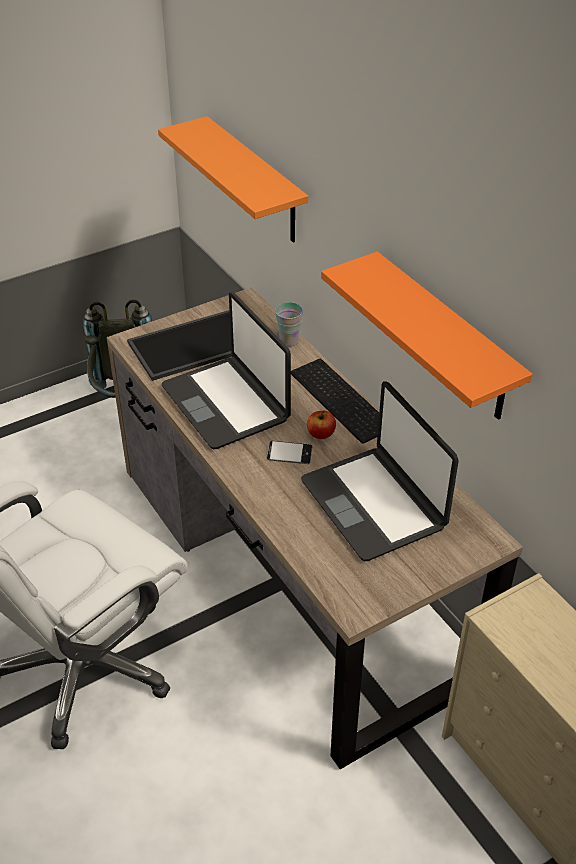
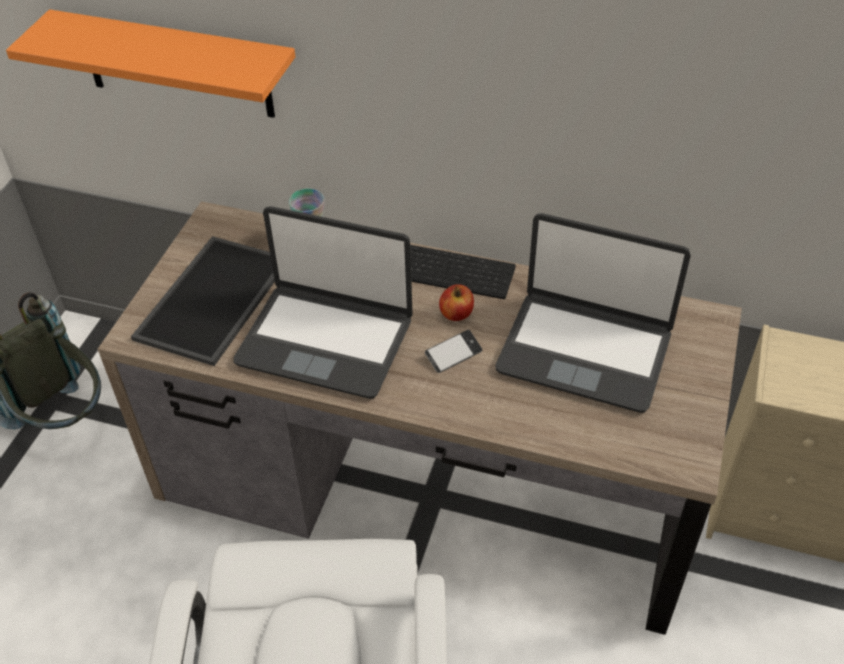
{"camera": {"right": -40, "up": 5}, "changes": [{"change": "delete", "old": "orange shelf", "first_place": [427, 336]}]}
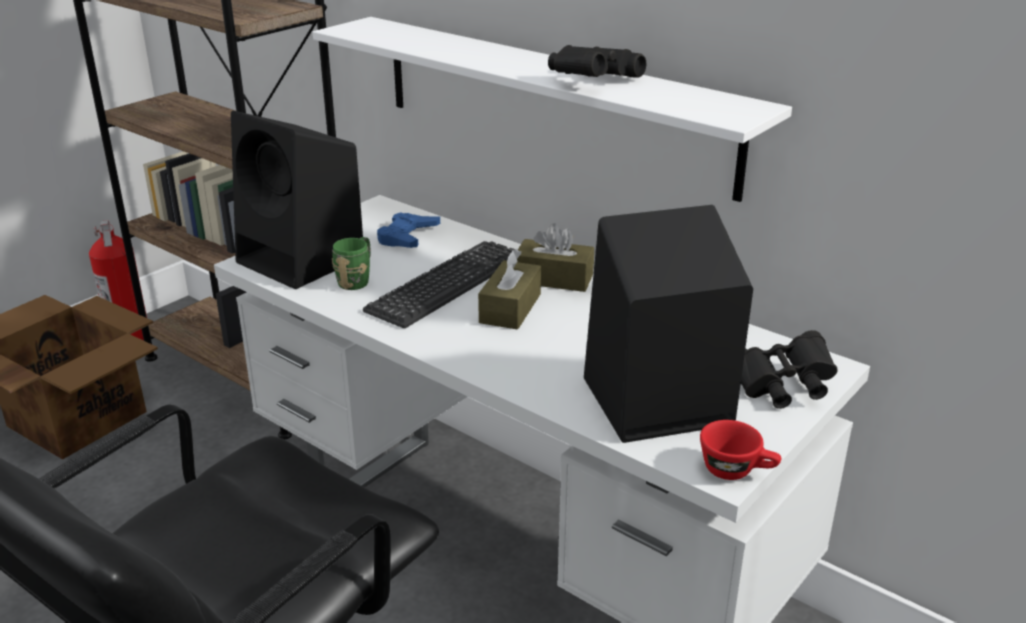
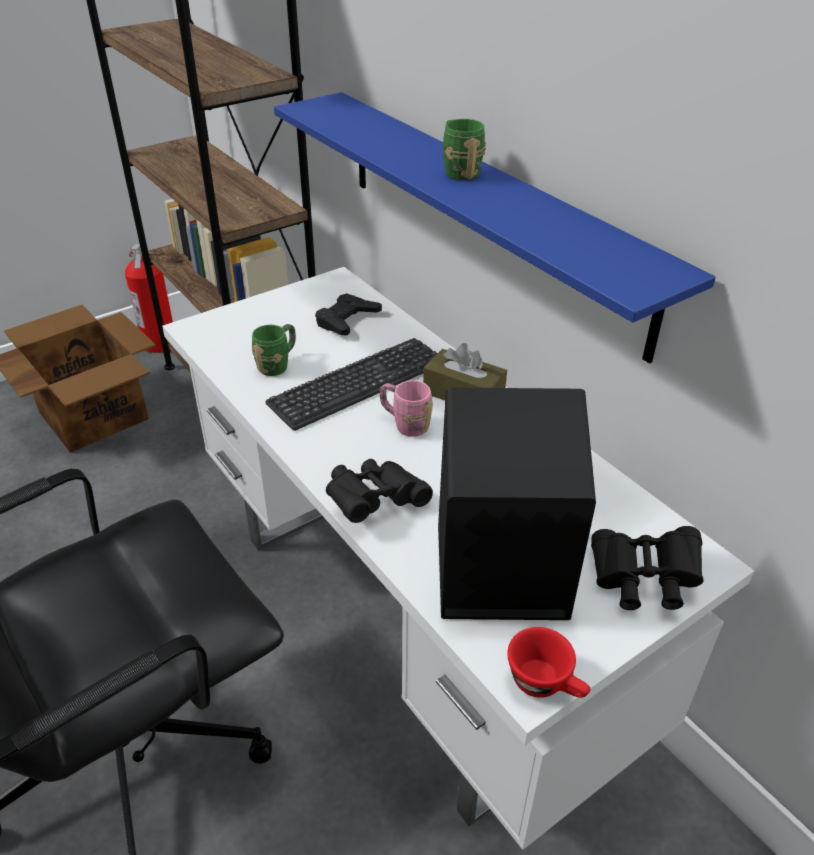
{"camera": {"right": 15, "up": 10}, "changes": [{"change": "recolor", "old": "white shelf", "new": "blue shelf", "first_place": [552, 109], "second_place": [495, 228]}, {"change": "recolor", "old": "blue game controller", "new": "black game controller", "first_place": [408, 230], "second_place": [348, 314]}, {"change": "move", "old": "black binoculars", "first_place": [597, 61], "second_place": [379, 491]}, {"change": "replace", "old": "brown tissue box", "new": "pink mug", "first_place": [509, 289], "second_place": [406, 408]}, {"change": "insert", "new": "green mug", "second_place": [464, 149]}, {"change": "delete", "old": "black speaker", "first_place": [297, 200]}]}
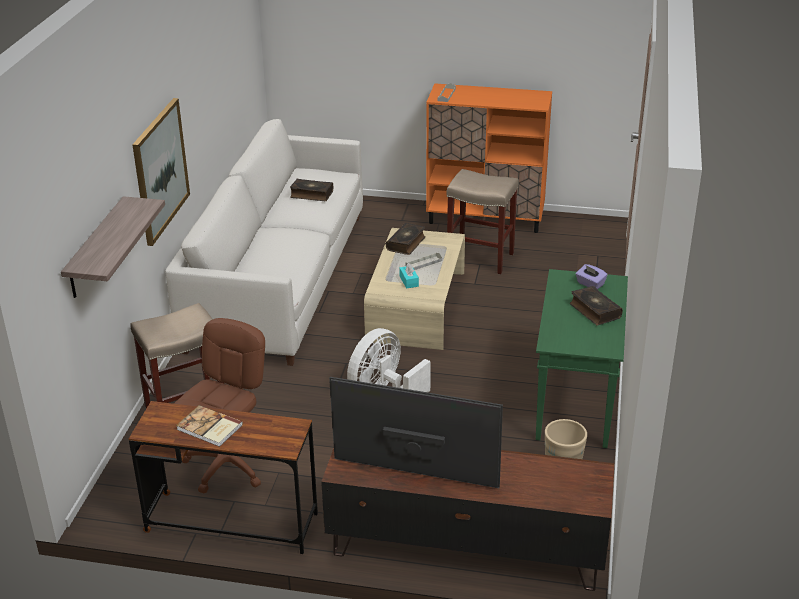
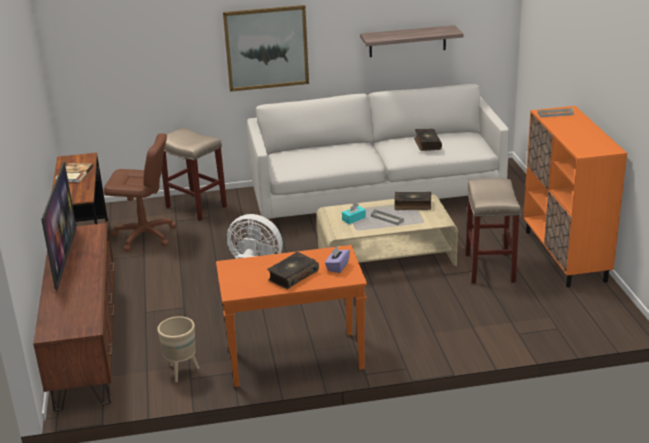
{"camera": {"right": 70, "up": -5}, "changes": [{"change": "recolor", "old": "green console table", "new": "orange console table", "first_place": [582, 358], "second_place": [291, 316]}, {"change": "move", "old": "shelf", "first_place": [113, 247], "second_place": [411, 41]}]}
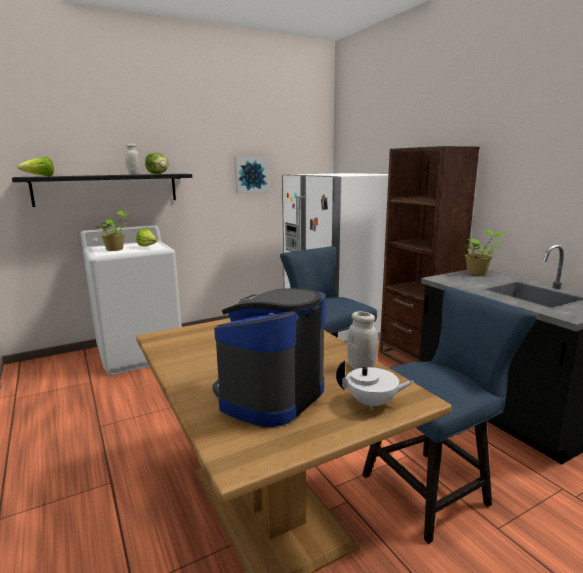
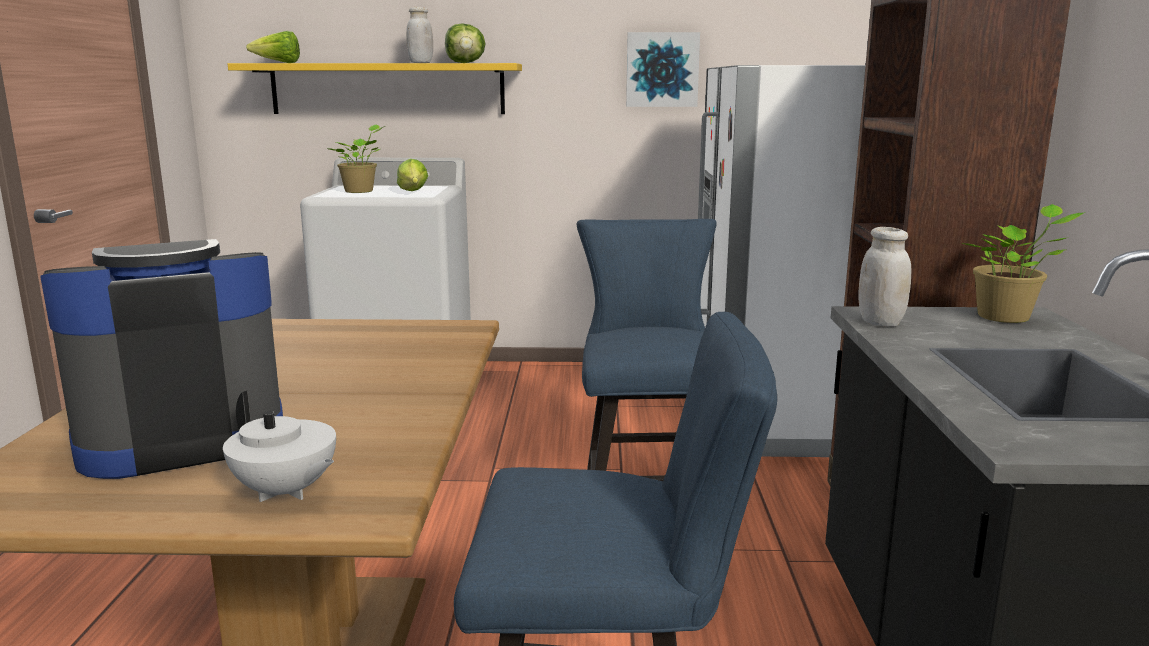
{"camera": {"right": 30, "up": 0}, "changes": [{"change": "recolor", "old": "black shelf", "new": "yellow shelf", "first_place": [102, 190], "second_place": [375, 88]}, {"change": "move", "old": "white jar", "first_place": [362, 340], "second_place": [884, 276]}]}
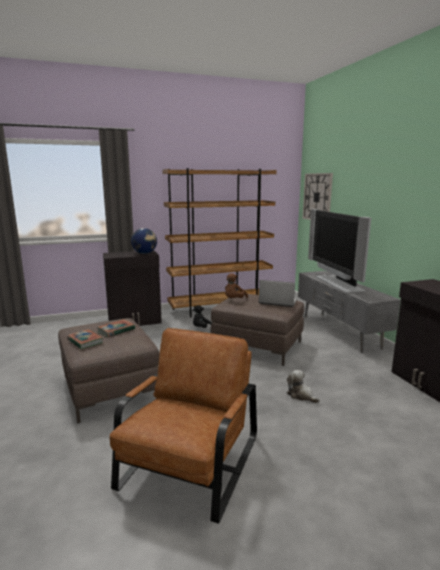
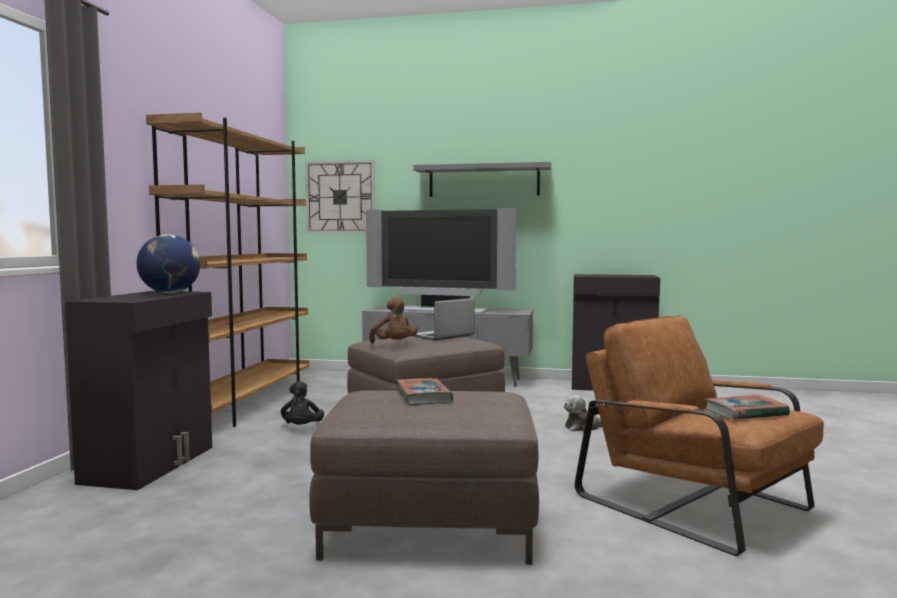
{"camera": {"right": -60, "up": -10}, "changes": [{"change": "insert", "new": "grey shelf", "second_place": [482, 179]}, {"change": "move", "old": "book", "first_place": [85, 339], "second_place": [747, 407]}]}
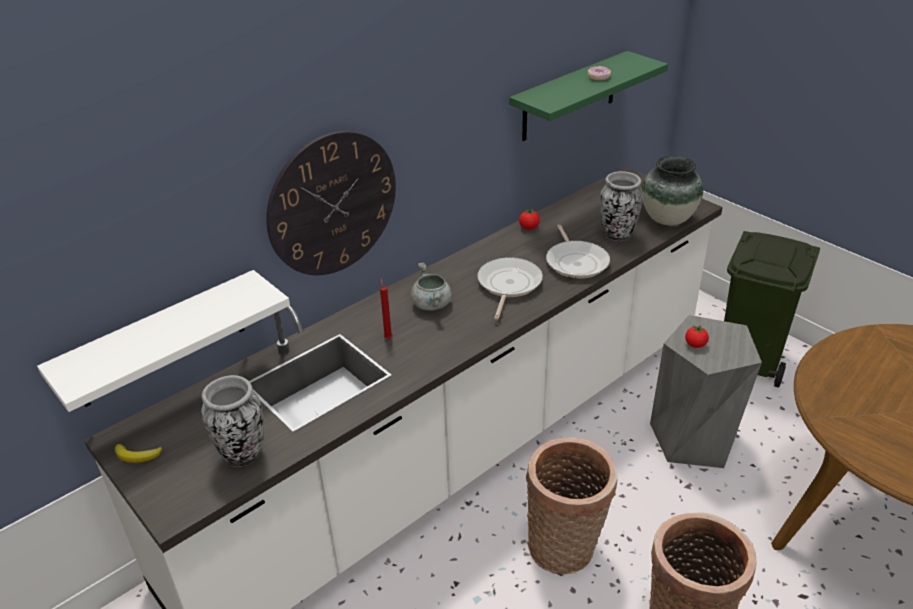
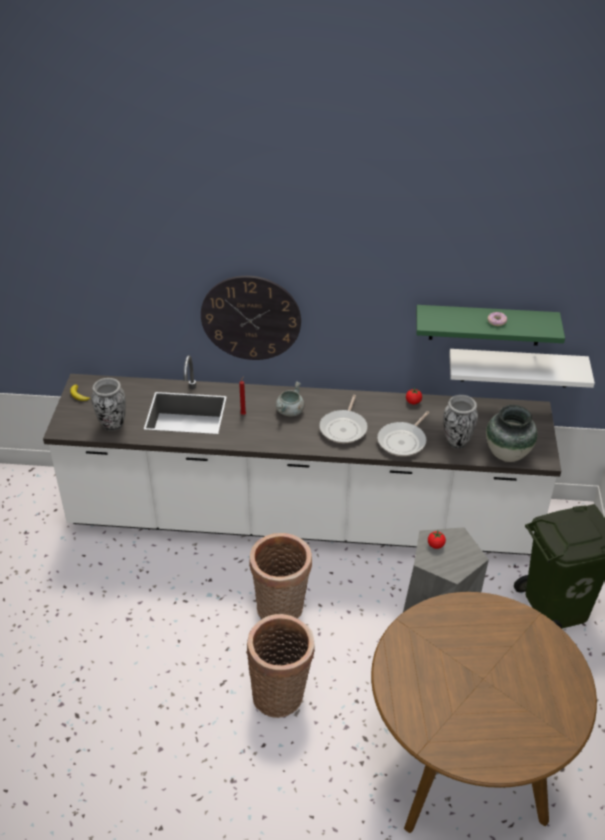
{"camera": {"right": 45, "up": 5}, "changes": [{"change": "rotate", "old": "frying pan", "first_place": [510, 288], "second_place": [343, 419], "degrees": 135}, {"change": "move", "old": "white shelf", "first_place": [163, 341], "second_place": [522, 368]}]}
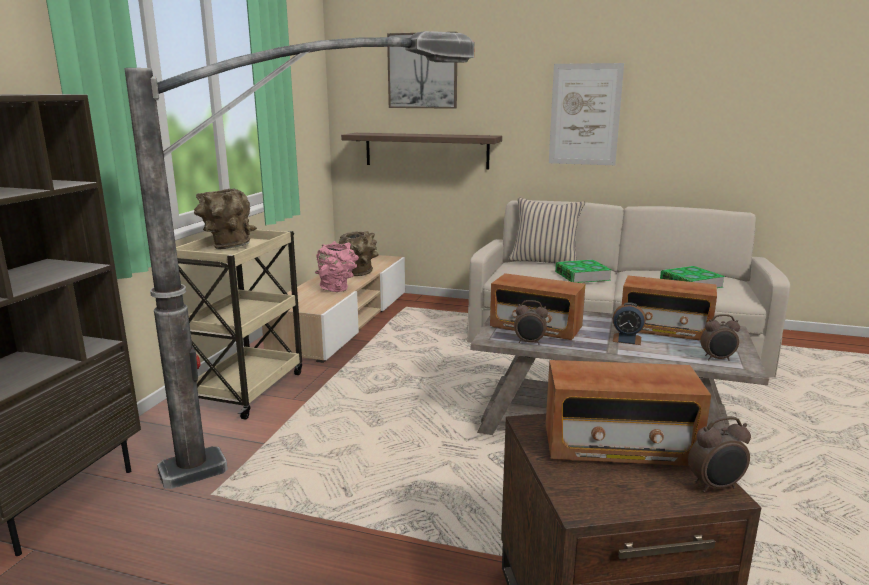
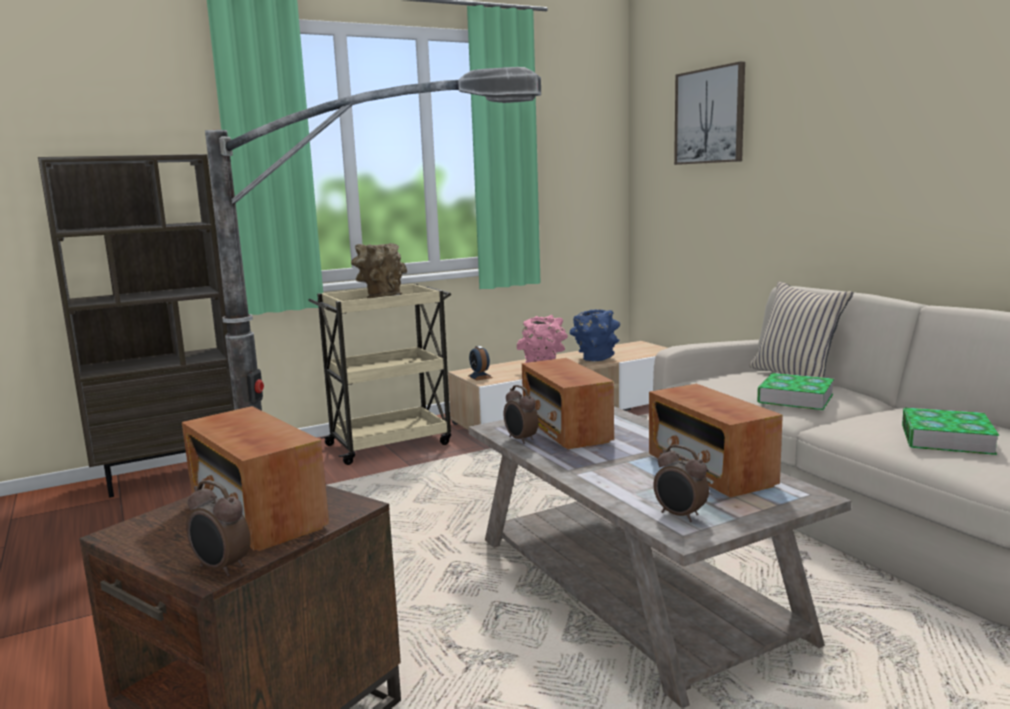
{"camera": {"right": 45, "up": -5}, "changes": [{"change": "move", "old": "alarm clock", "first_place": [629, 323], "second_place": [480, 363]}, {"change": "recolor", "old": "brown vase", "new": "blue vase", "first_place": [359, 253], "second_place": [595, 335]}, {"change": "delete", "old": "shelf", "first_place": [421, 151]}, {"change": "delete", "old": "picture", "first_place": [586, 114]}]}
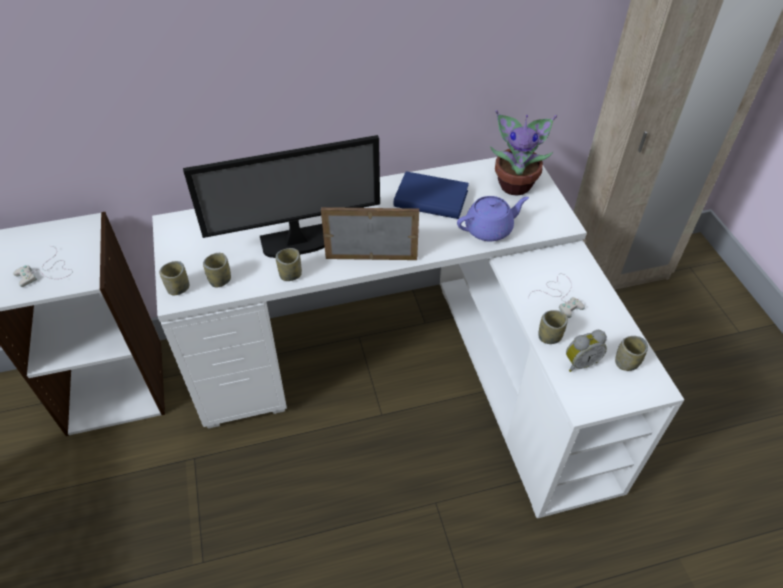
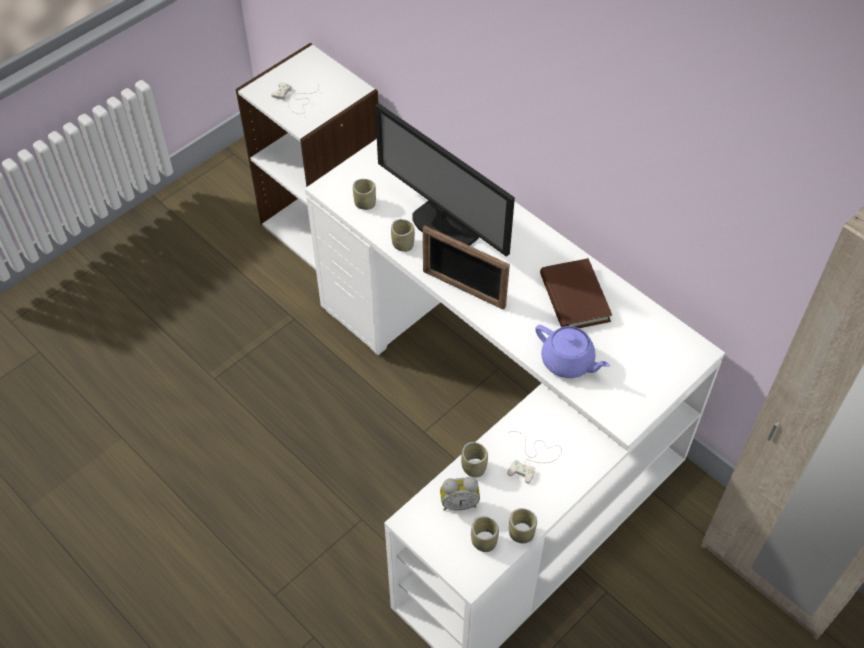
{"camera": {"right": 60, "up": 5}, "changes": [{"change": "rotate", "old": "picture frame", "first_place": [370, 233], "second_place": [466, 267], "degrees": 150}, {"change": "rotate", "old": "alarm clock", "first_place": [586, 351], "second_place": [460, 494], "degrees": -45}, {"change": "move", "old": "cup", "first_place": [174, 278], "second_place": [523, 526]}, {"change": "recolor", "old": "blue book", "new": "brown book", "first_place": [431, 195], "second_place": [576, 293]}, {"change": "delete", "old": "potted plant", "first_place": [523, 153]}]}
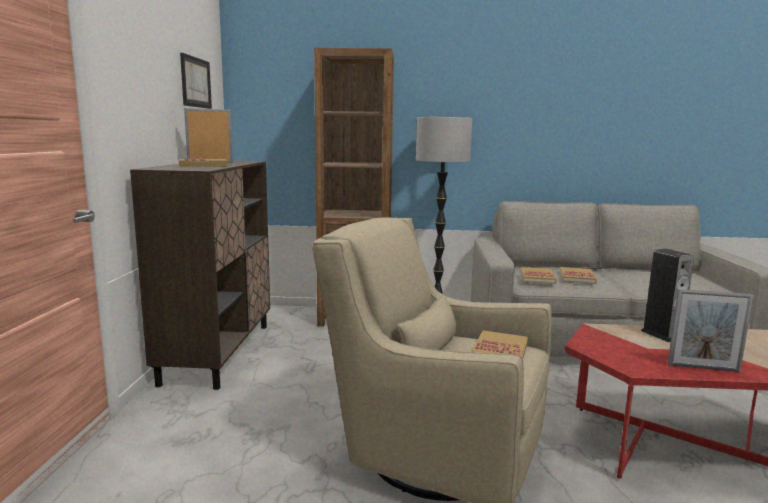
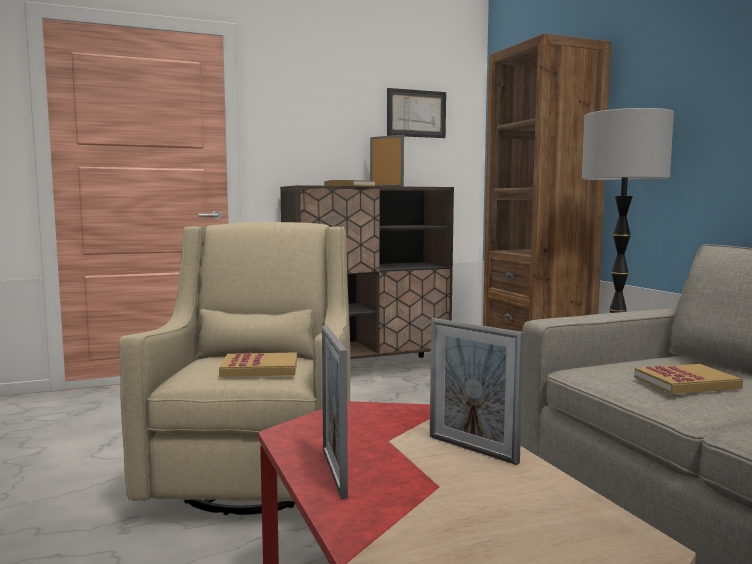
{"camera": {"right": 65, "up": -5}, "changes": [{"change": "replace", "old": "speaker", "new": "picture frame", "first_place": [667, 295], "second_place": [477, 391]}, {"change": "delete", "old": "book", "first_place": [539, 275]}]}
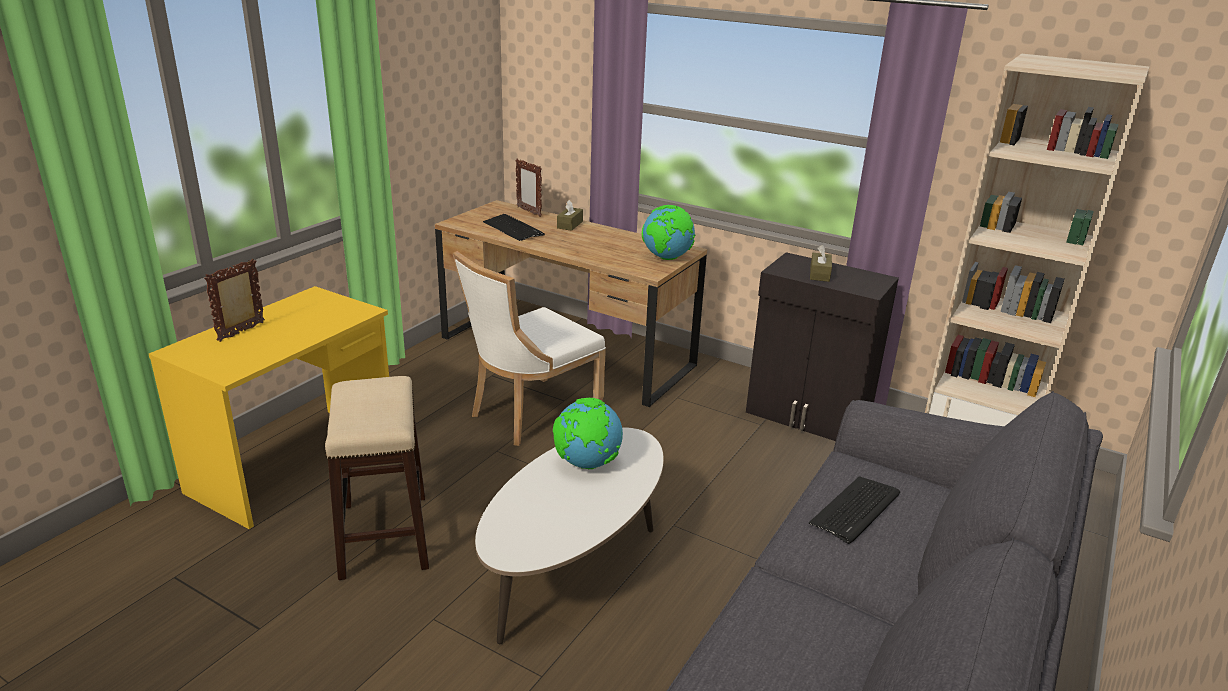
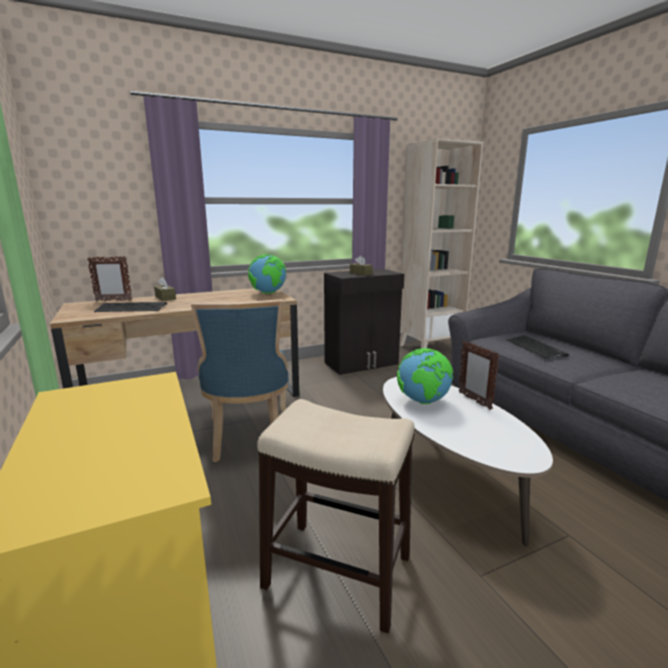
{"camera": {"right": -55, "up": -10}, "changes": [{"change": "recolor", "old": "white chair", "new": "blue chair", "first_place": [529, 348], "second_place": [240, 380]}, {"change": "move", "old": "picture frame", "first_place": [234, 300], "second_place": [479, 375]}]}
